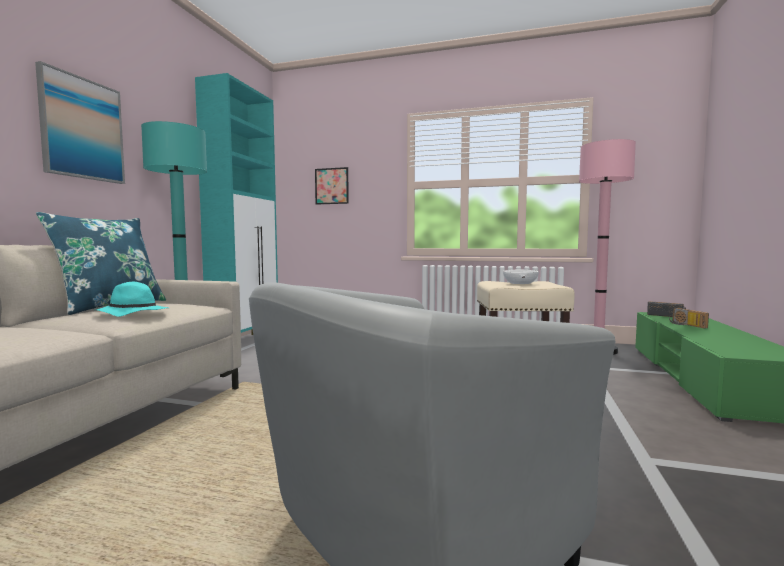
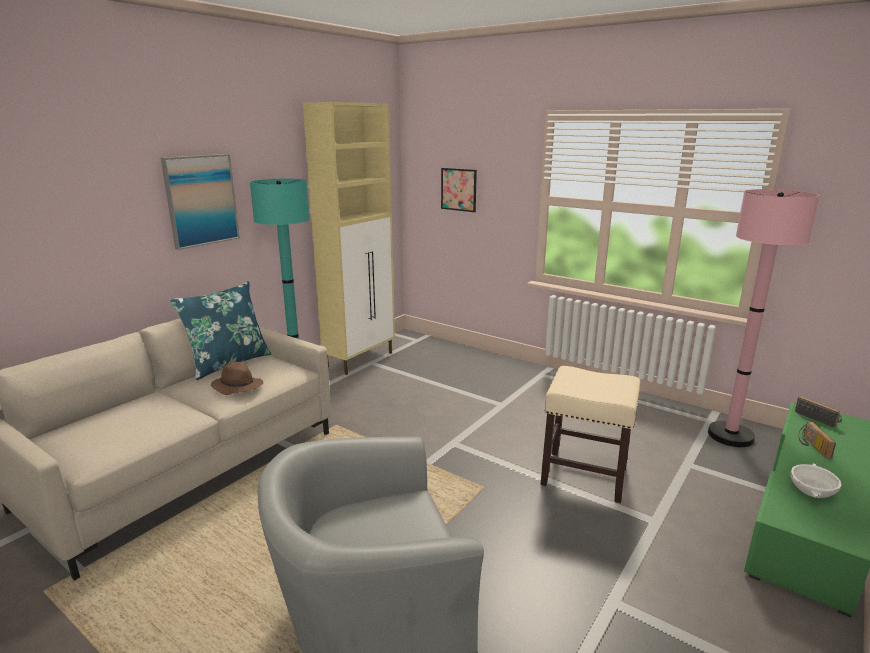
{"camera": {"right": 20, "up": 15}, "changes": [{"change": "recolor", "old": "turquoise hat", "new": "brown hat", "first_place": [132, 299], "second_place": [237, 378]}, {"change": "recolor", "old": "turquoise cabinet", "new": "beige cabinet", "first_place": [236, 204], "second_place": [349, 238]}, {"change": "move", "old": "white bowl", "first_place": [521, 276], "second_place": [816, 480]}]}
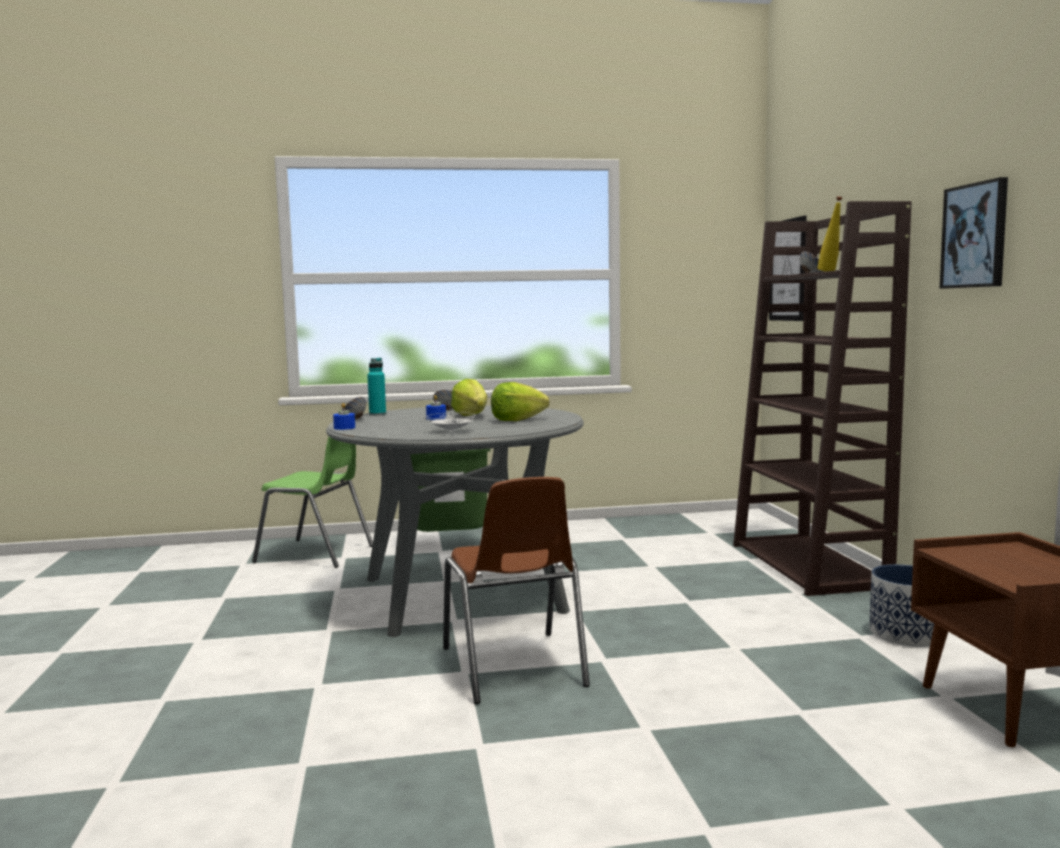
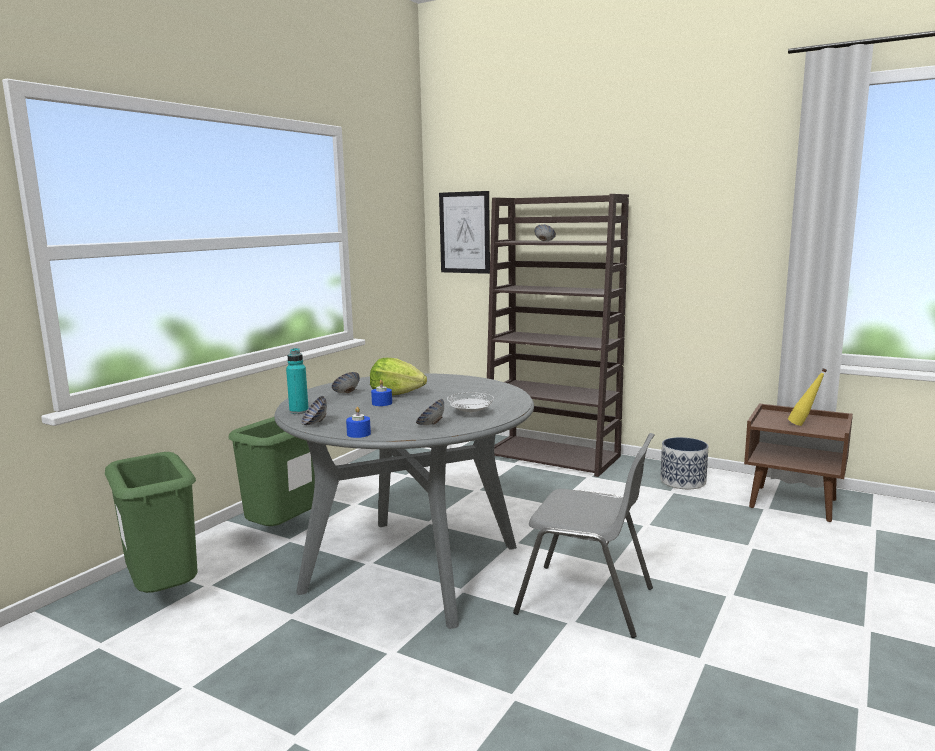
{"camera": {"right": -50, "up": 5}, "changes": [{"change": "replace", "old": "green chair", "new": "green trash can", "first_place": [312, 502], "second_place": [151, 522]}, {"change": "insert", "new": "bowl", "second_place": [430, 412]}, {"change": "recolor", "old": "brown chair", "new": "grey chair", "first_place": [516, 590], "second_place": [584, 535]}, {"change": "move", "old": "yellow bottle", "first_place": [830, 233], "second_place": [807, 397]}, {"change": "delete", "old": "lettuce", "first_place": [520, 401]}, {"change": "delete", "old": "picture", "first_place": [974, 233]}]}
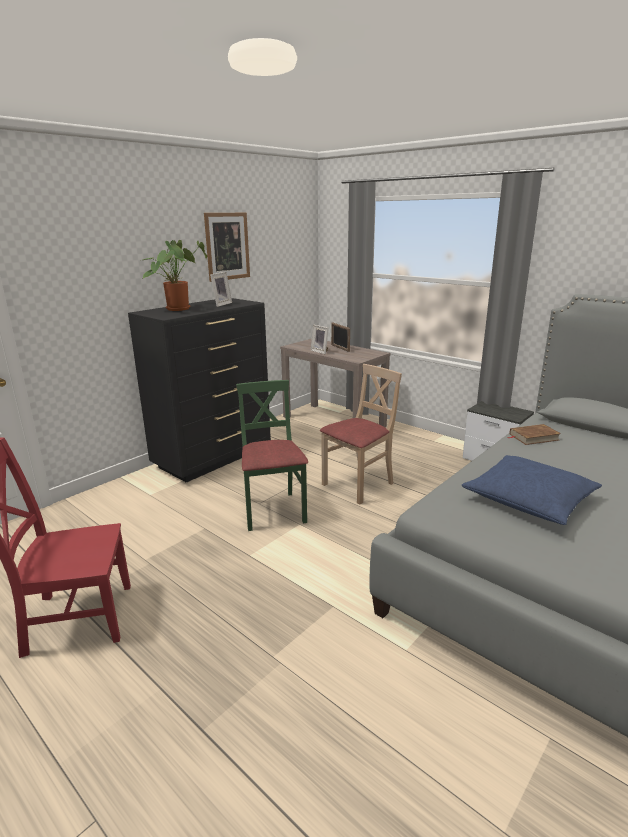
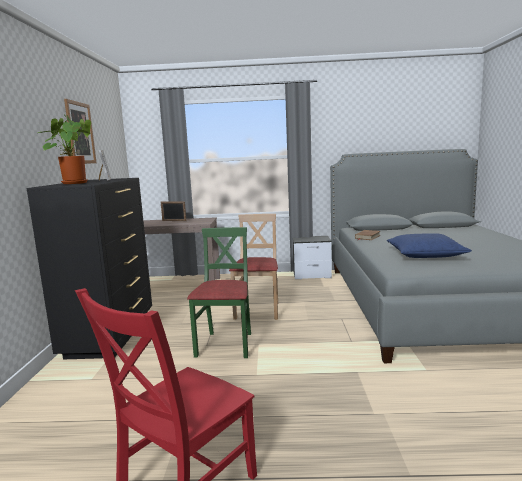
{"camera": {"right": -40, "up": -10}, "changes": [{"change": "rotate", "old": "green chair", "first_place": [272, 455], "second_place": [219, 292], "degrees": 60}, {"change": "delete", "old": "picture frame", "first_place": [320, 339]}]}
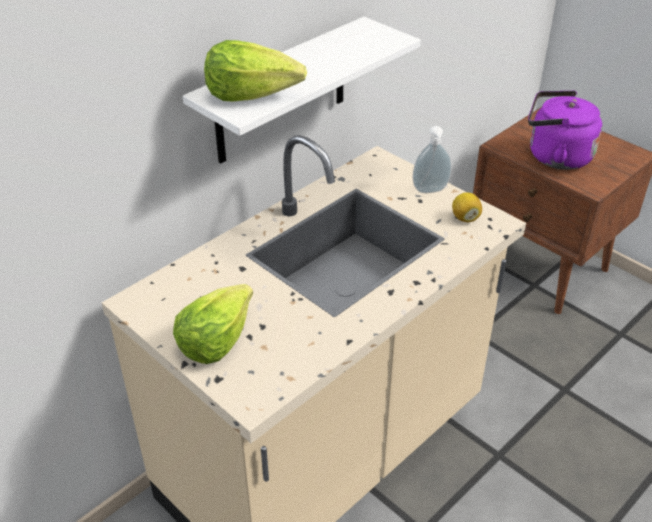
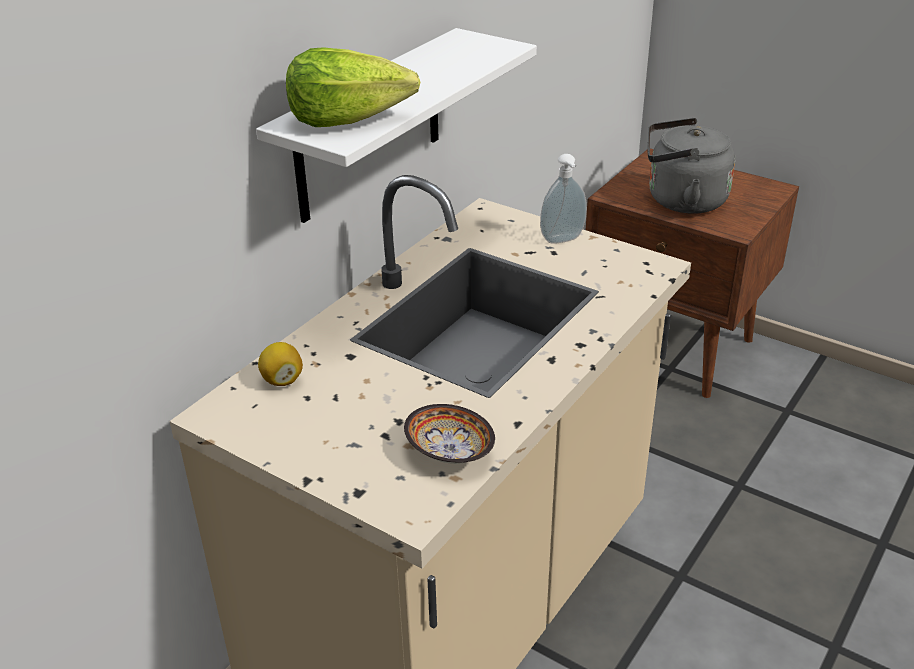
{"camera": {"right": -10, "up": -5}, "changes": [{"change": "move", "old": "lemon", "first_place": [467, 207], "second_place": [280, 364]}, {"change": "insert", "new": "bowl", "second_place": [449, 434]}, {"change": "recolor", "old": "purple kettle", "new": "grey kettle", "first_place": [565, 130], "second_place": [691, 166]}, {"change": "delete", "old": "lettuce", "first_place": [213, 324]}]}
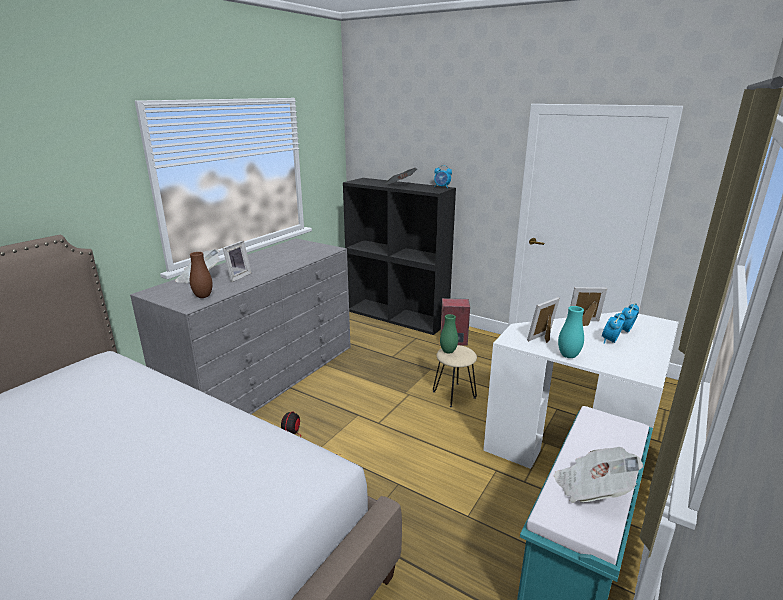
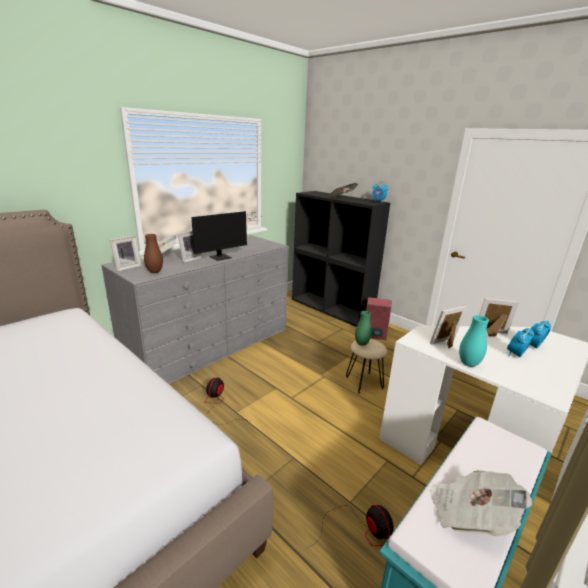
{"camera": {"right": 10, "up": 0}, "changes": [{"change": "insert", "new": "picture frame", "second_place": [126, 253]}, {"change": "insert", "new": "monitor", "second_place": [223, 236]}, {"change": "insert", "new": "fan", "second_place": [350, 526]}]}
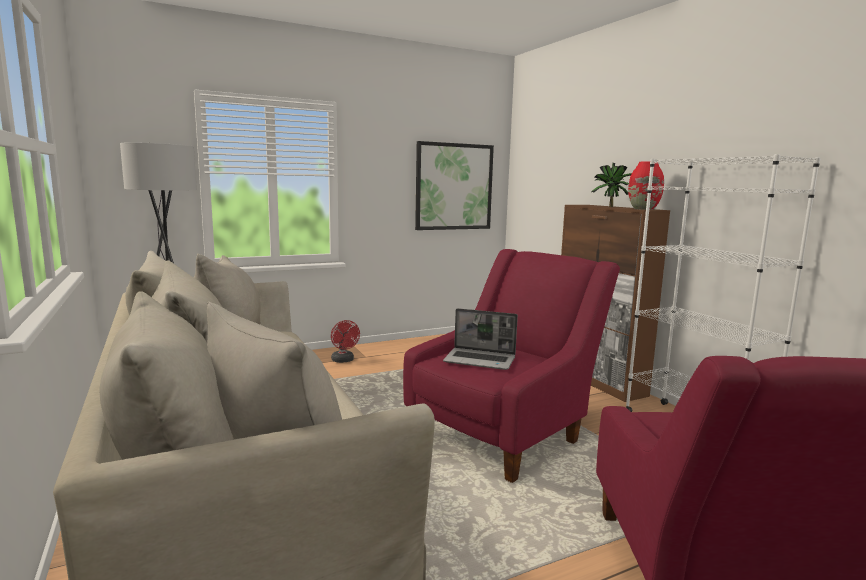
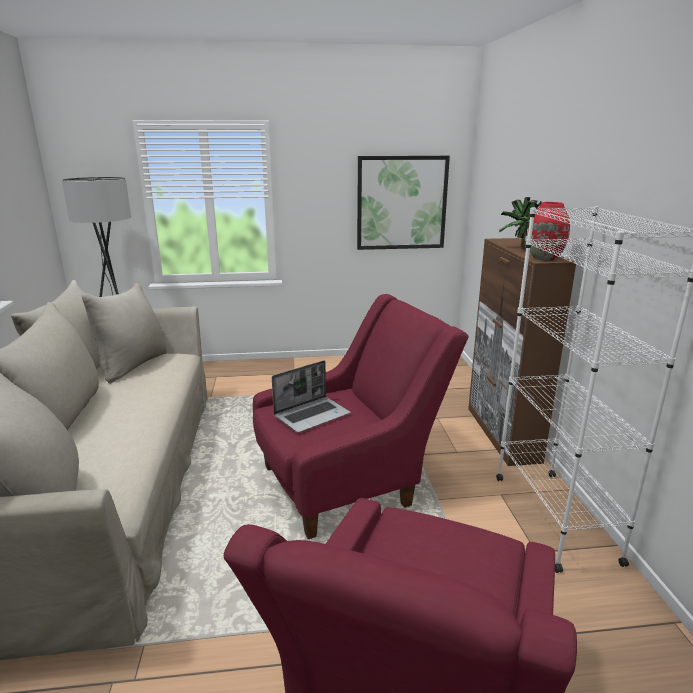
{"camera": {"right": 20, "up": 10}, "changes": [{"change": "rotate", "old": "laptop", "first_place": [480, 339], "second_place": [311, 396], "degrees": -75}, {"change": "delete", "old": "red fan", "first_place": [345, 341]}]}
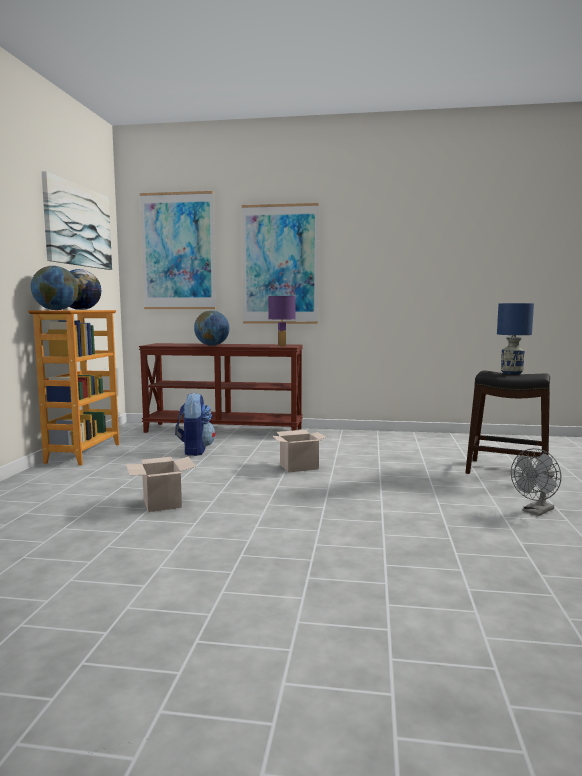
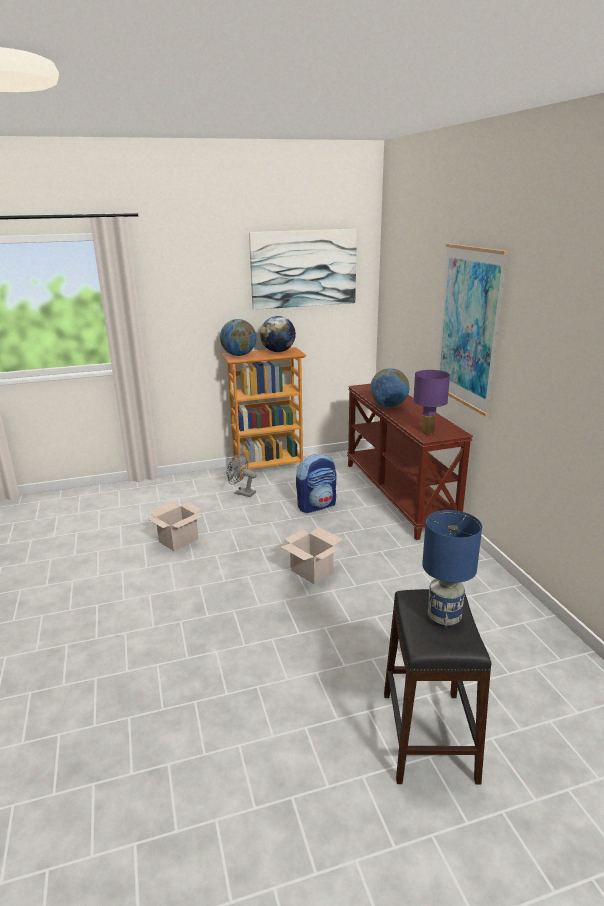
{"camera": {"right": 65, "up": 15}, "changes": [{"change": "move", "old": "grey fan", "first_place": [536, 482], "second_place": [242, 475]}, {"change": "delete", "old": "picture", "first_place": [178, 250]}]}
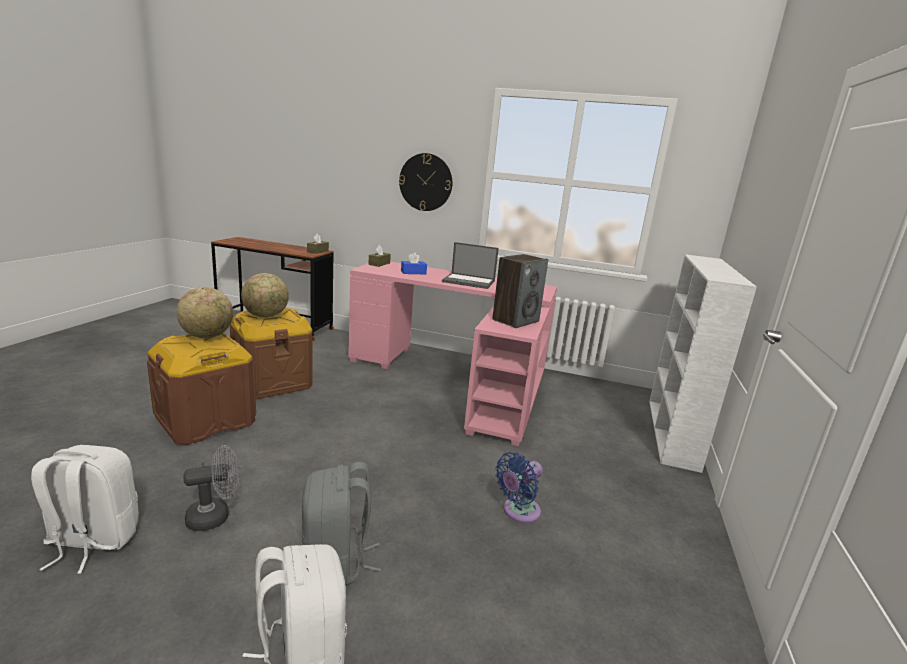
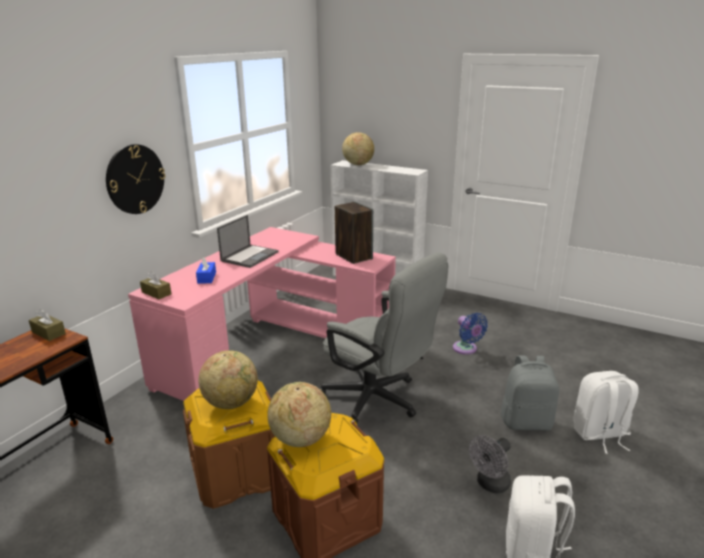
{"camera": {"right": -75, "up": 5}, "changes": [{"change": "insert", "new": "grey office chair", "second_place": [383, 338]}, {"change": "insert", "new": "globe", "second_place": [358, 148]}, {"change": "rotate", "old": "grey fan", "first_place": [211, 488], "second_place": [490, 464], "degrees": -120}]}
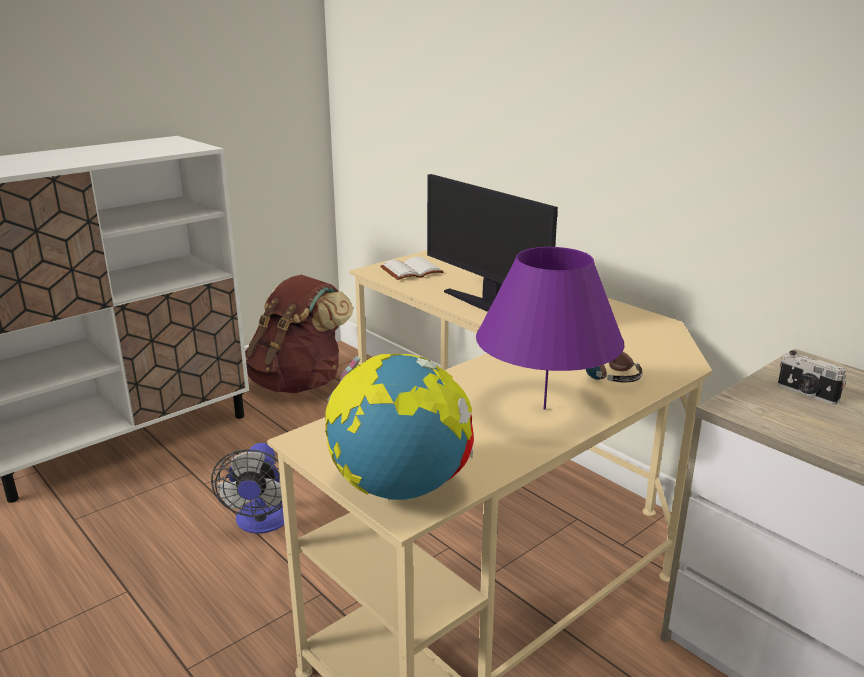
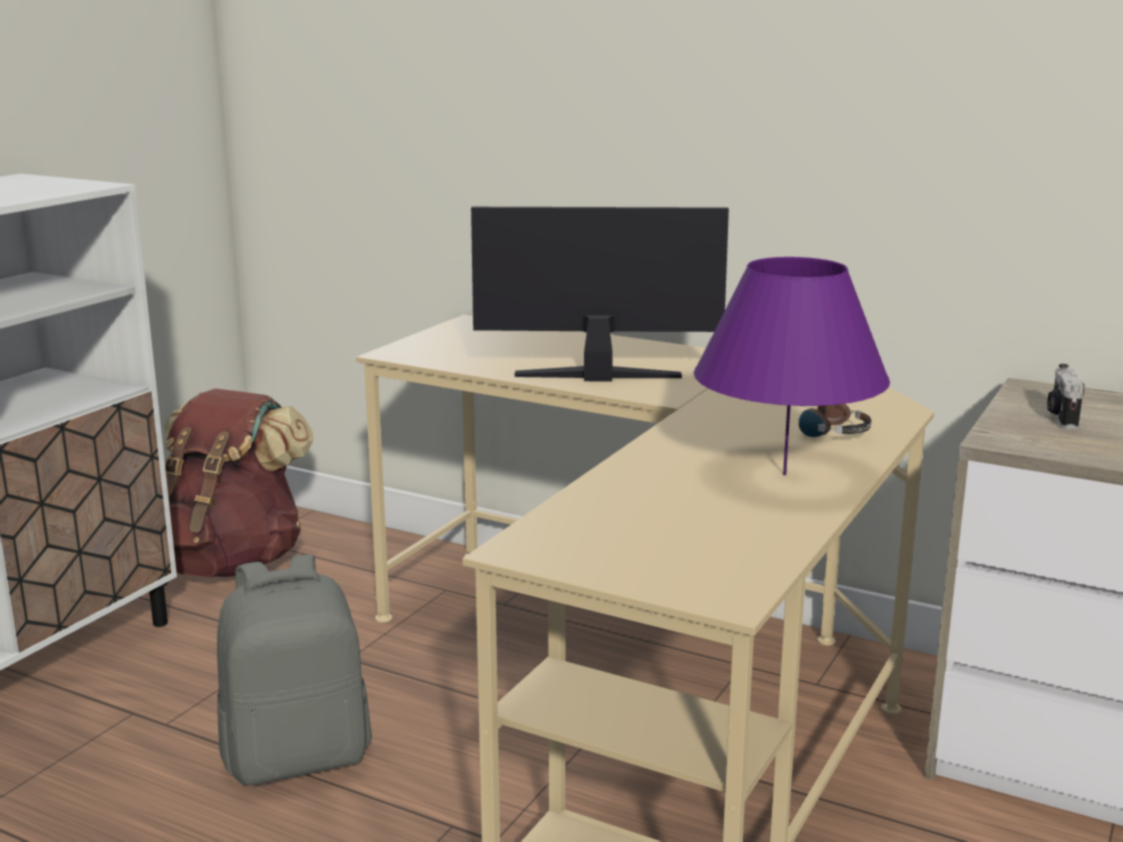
{"camera": {"right": -20, "up": -5}, "changes": [{"change": "replace", "old": "fan", "new": "grey backpack", "first_place": [247, 488], "second_place": [294, 669]}, {"change": "rotate", "old": "monitor", "first_place": [492, 243], "second_place": [600, 294], "degrees": 150}, {"change": "rotate", "old": "photo camera", "first_place": [812, 377], "second_place": [1066, 397], "degrees": 75}, {"change": "delete", "old": "globe", "first_place": [399, 427]}, {"change": "delete", "old": "white book", "first_place": [412, 268]}]}
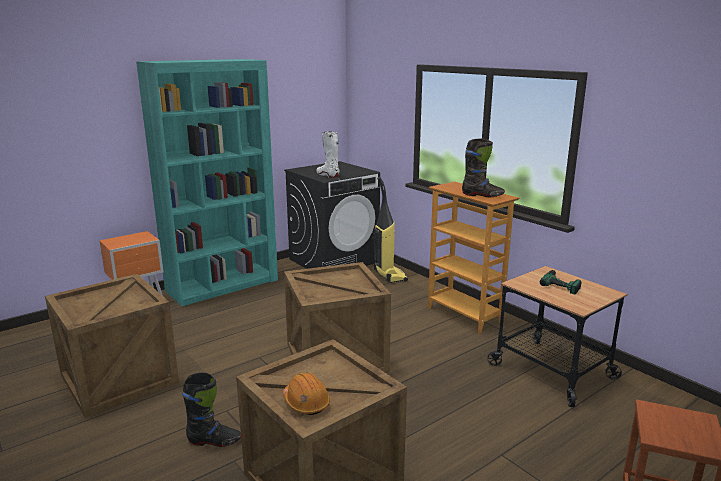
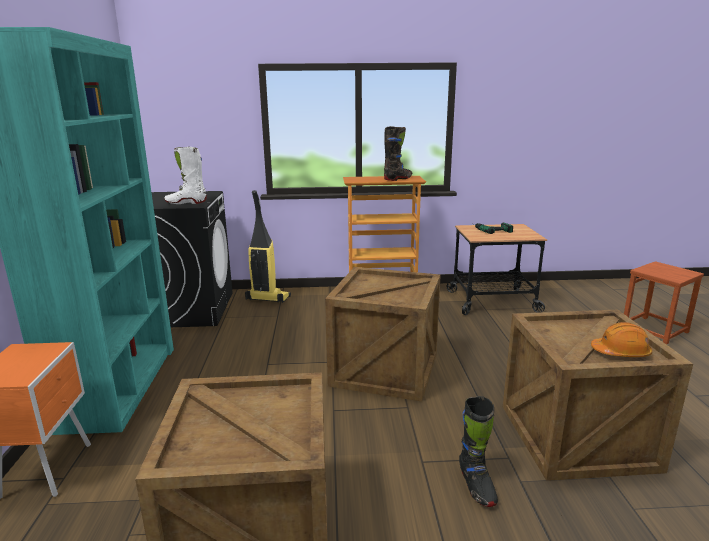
{"camera": {"right": -55, "up": 0}, "changes": [{"change": "rotate", "old": "black boot", "first_place": [211, 409], "second_place": [478, 451], "degrees": 135}]}
